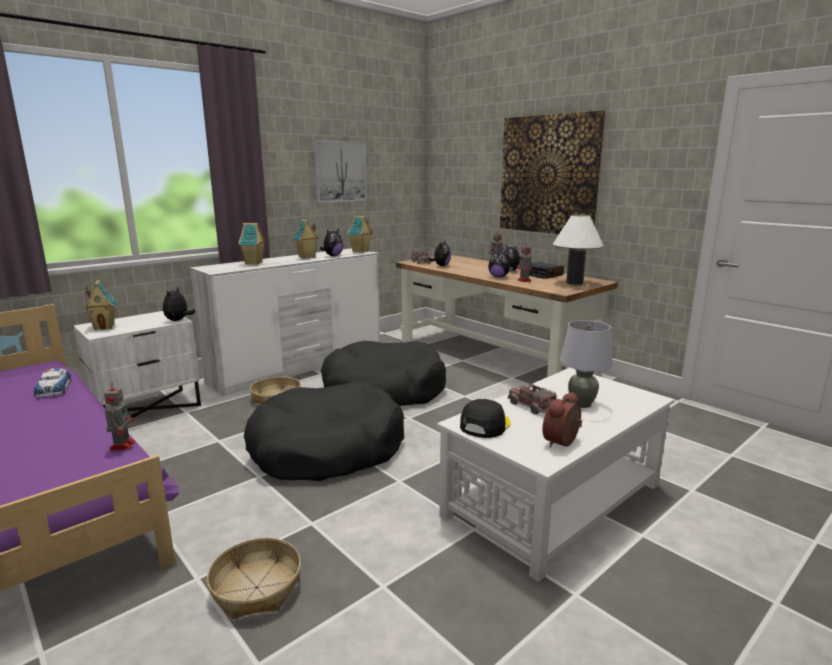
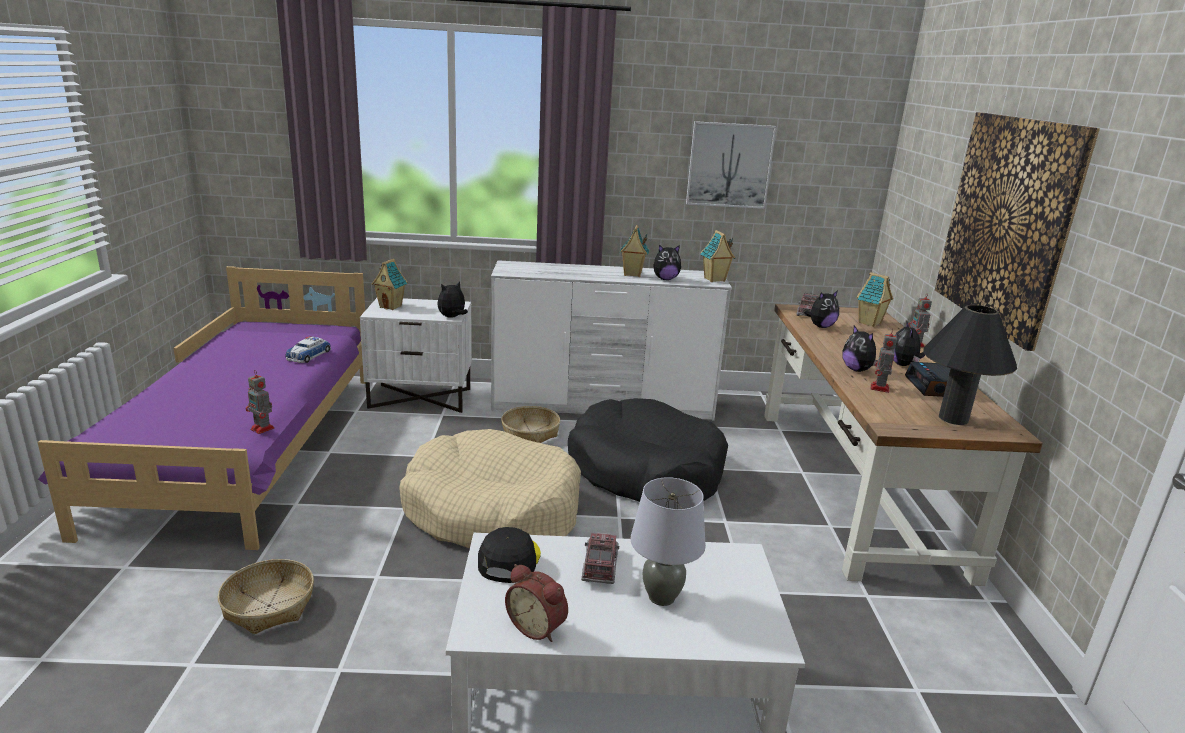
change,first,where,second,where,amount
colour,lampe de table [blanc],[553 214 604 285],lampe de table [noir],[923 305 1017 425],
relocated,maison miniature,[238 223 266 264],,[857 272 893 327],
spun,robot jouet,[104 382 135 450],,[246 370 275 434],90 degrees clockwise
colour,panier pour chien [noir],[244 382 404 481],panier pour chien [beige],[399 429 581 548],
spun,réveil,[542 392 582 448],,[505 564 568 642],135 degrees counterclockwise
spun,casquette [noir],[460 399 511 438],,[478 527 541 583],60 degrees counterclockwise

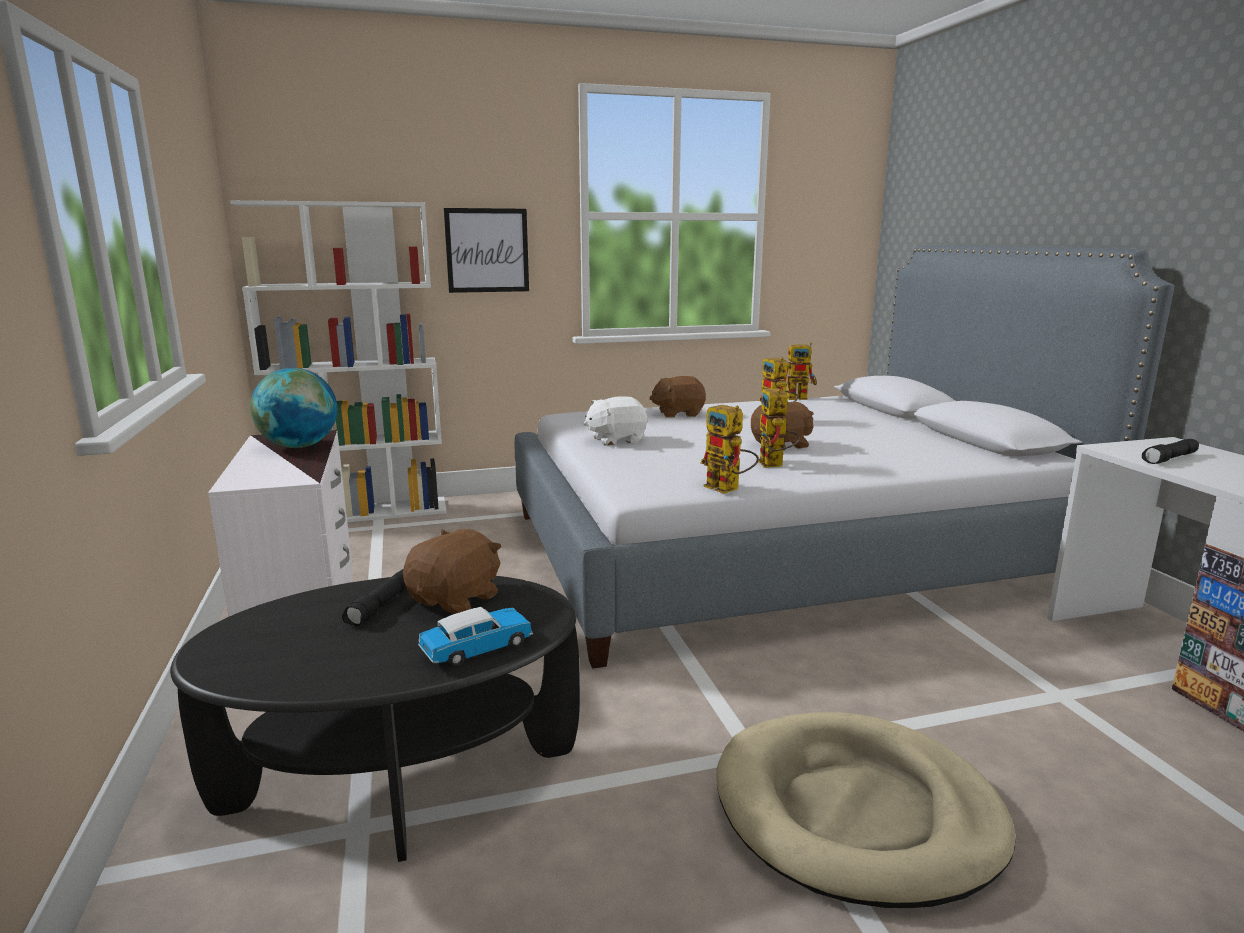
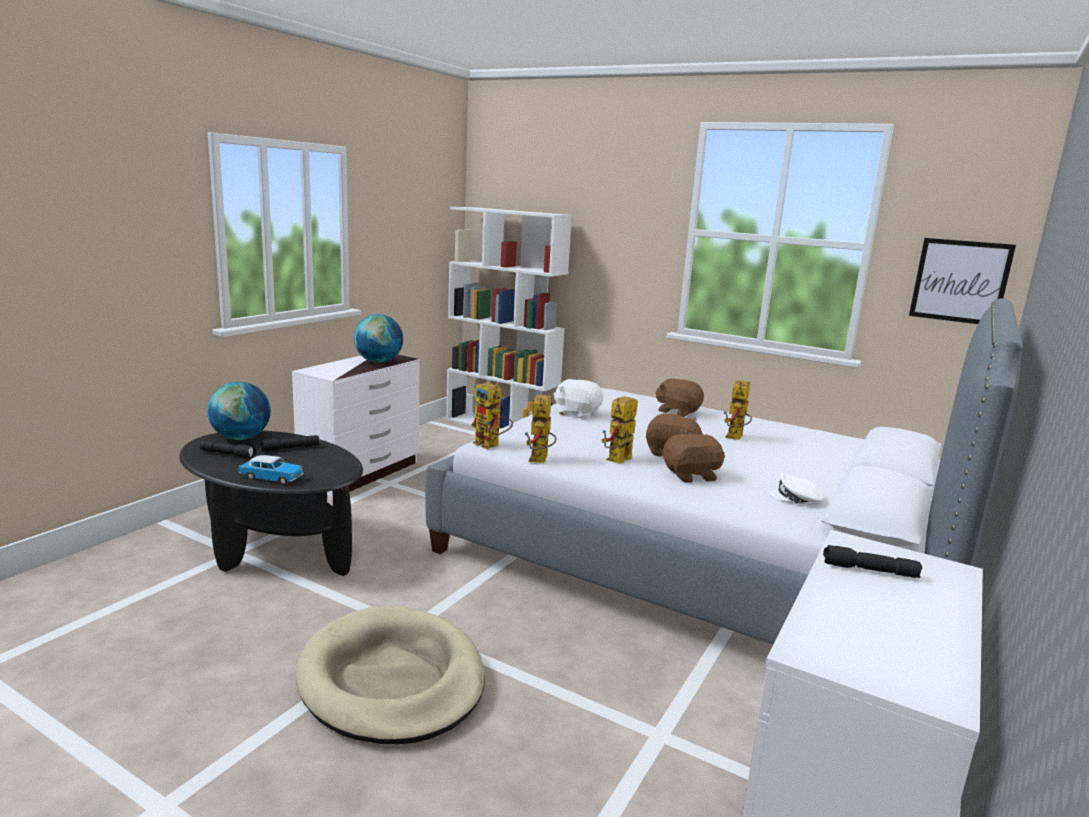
change,first,where,second,where,amount
relocated,tableau,[444 208 529 293],,[909 238 1016 324],
relocated,robot jouet,[783 342 817 400],,[471 383 513 449],
relocated,peluche [marron],[403 529 501 614],,[663 433 725 483],
appeared,,,globe,[207 382 271 440],
appeared,,,lampe de poche [noir],[200 440 257 458],
appeared,,,casquette [blanc],[770 473 824 504],

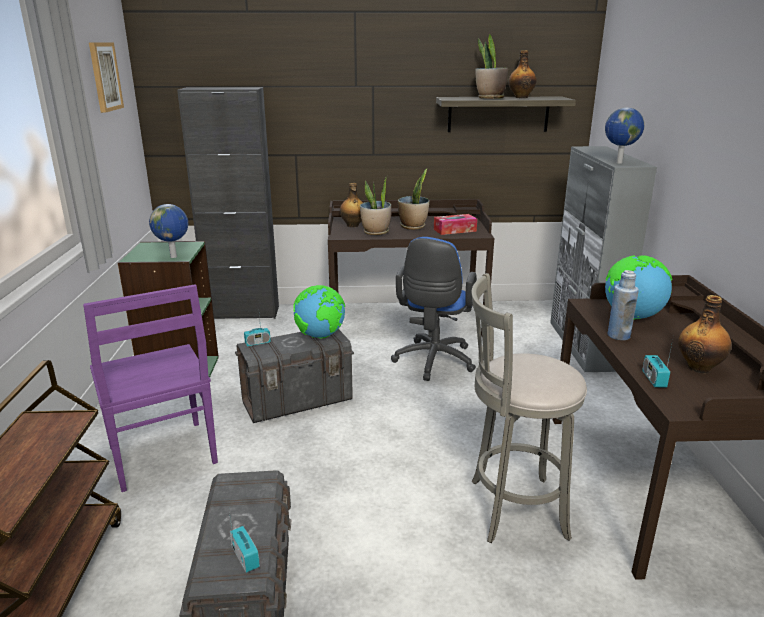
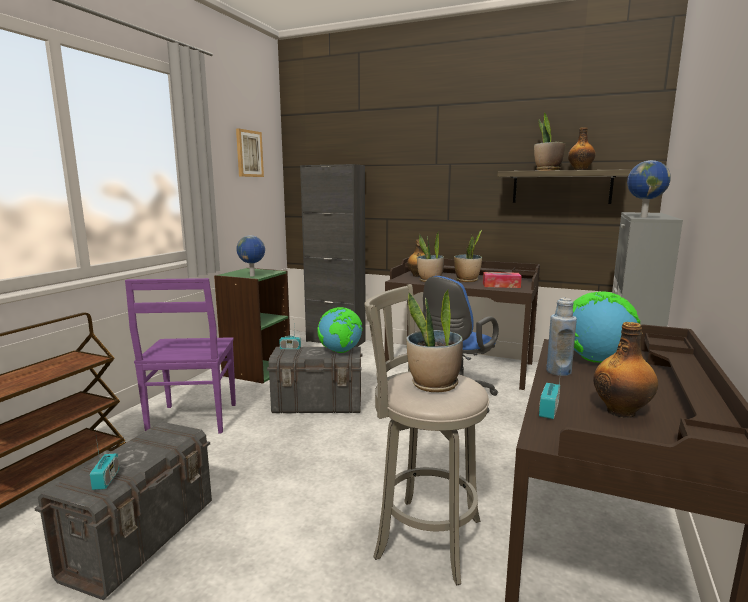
change,first,where,second,where,amount
appeared,,,plante en pot,[406 290 463 392],

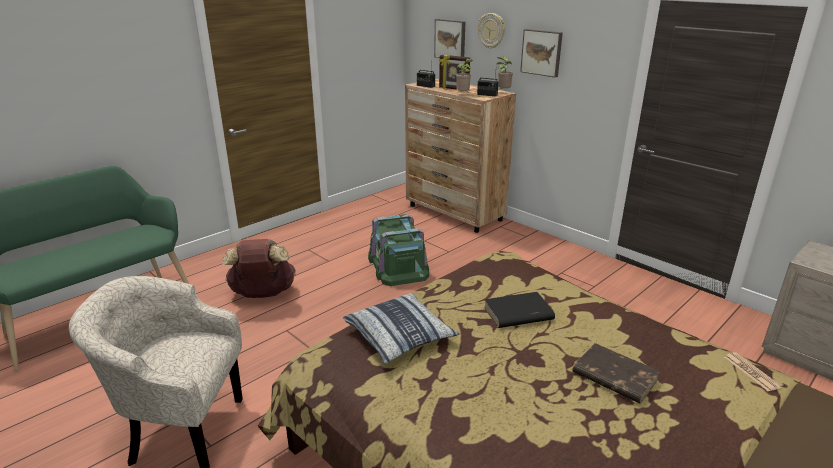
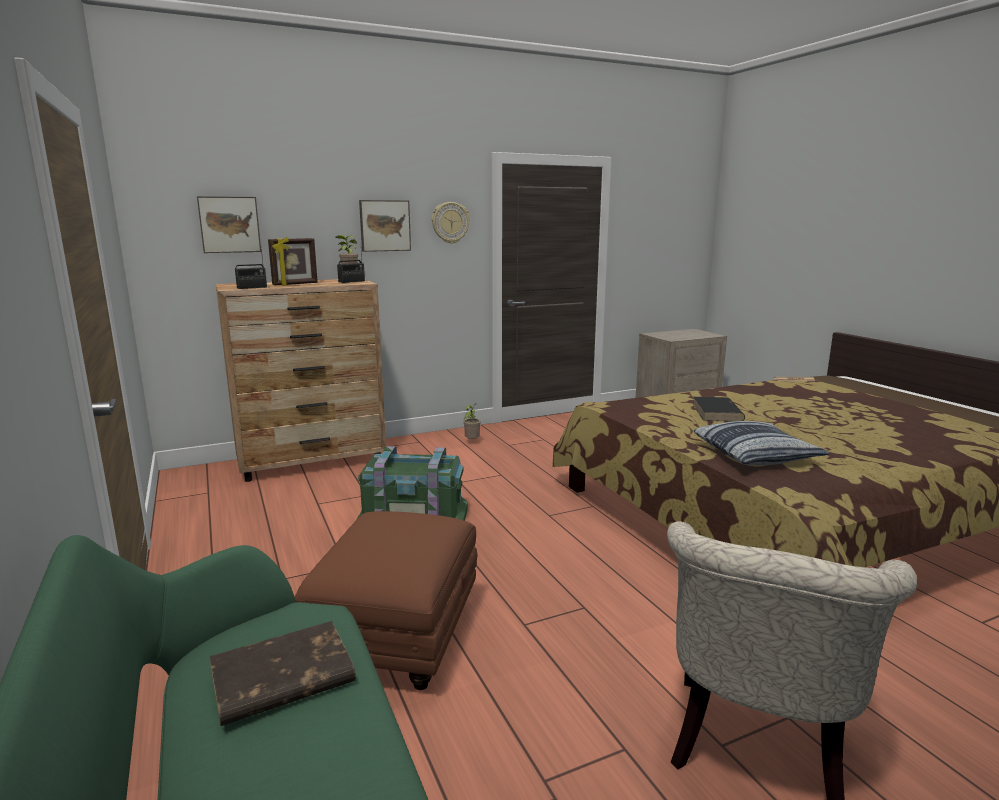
change,first,where,second,where,amount
relocated,horloge murale,[478 13 505 49],,[432 202 470 244],
relocated,plante en pot,[456 59 473 93],,[463 403 481 439],
exchanged,sac à dos [marron],[223 239 296 298],pouf [marron],[295 511 477 690],
relocated,livre [marron],[572 343 660 404],,[209 621 356 726],

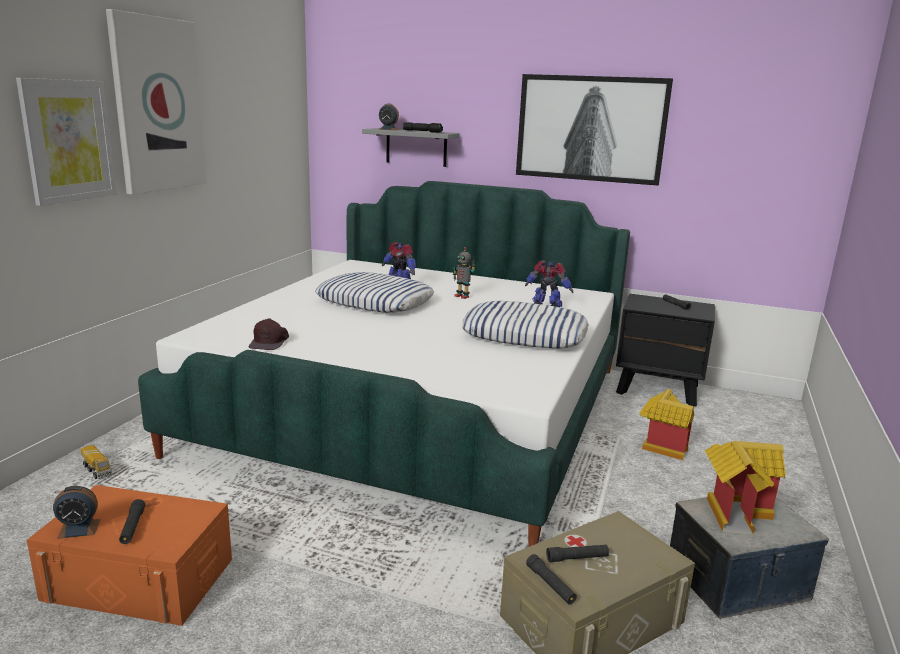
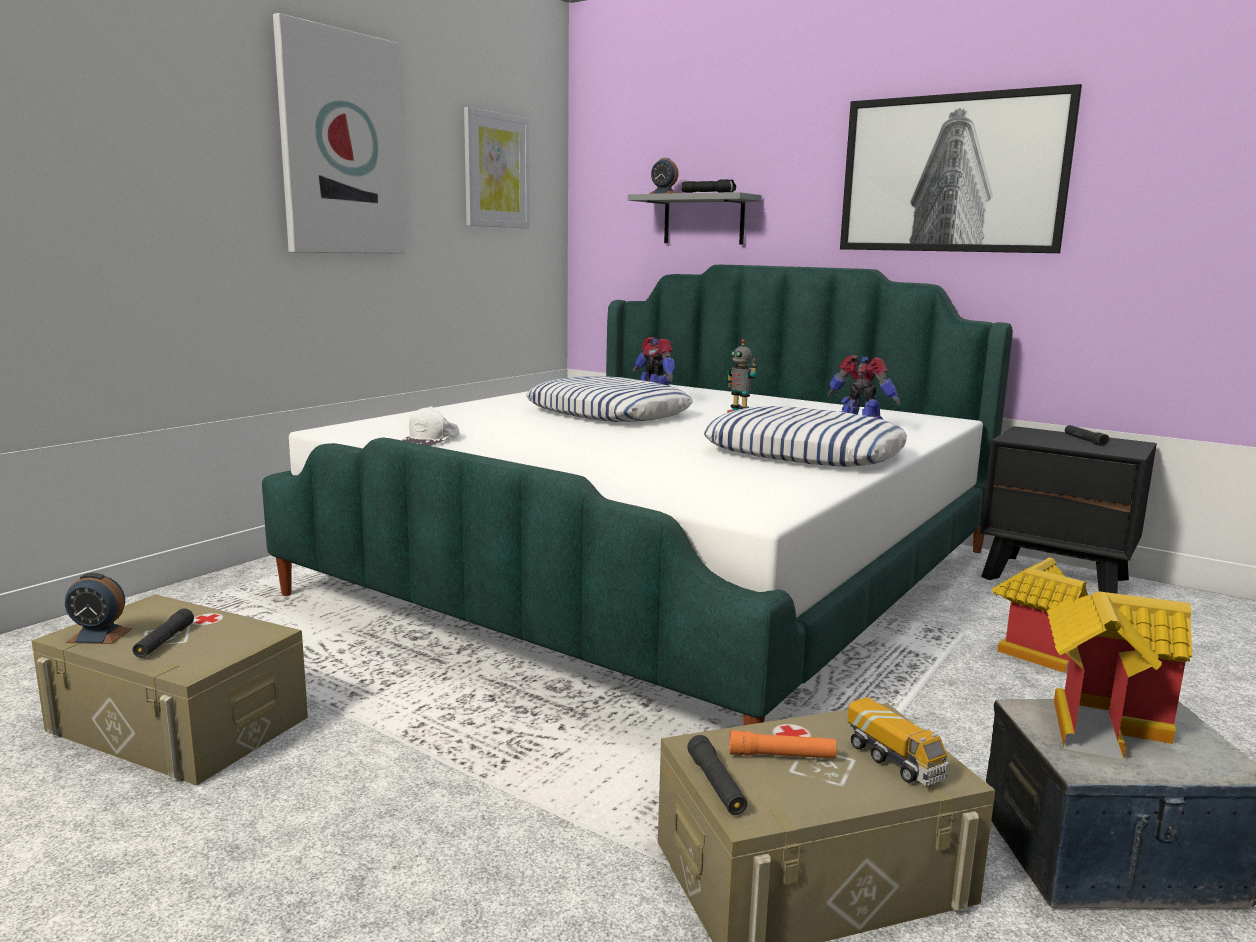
change,first,where,second,where,amount
relocated,tableau,[16 78 117 206],,[464 107 530 228],
colour,casquette [marron],[249 318 289 350],casquette [blanc],[402 406 460 446],
relocated,camion jouet,[81 445 112 479],,[847 697 949 786],
colour,boîte de rangement [orange],[27 485 232 626],boîte de rangement [beige],[32 594 308 786],
colour,lampe de poche [noir],[546 545 609 562],lampe de poche [orange],[730 730 837 759],

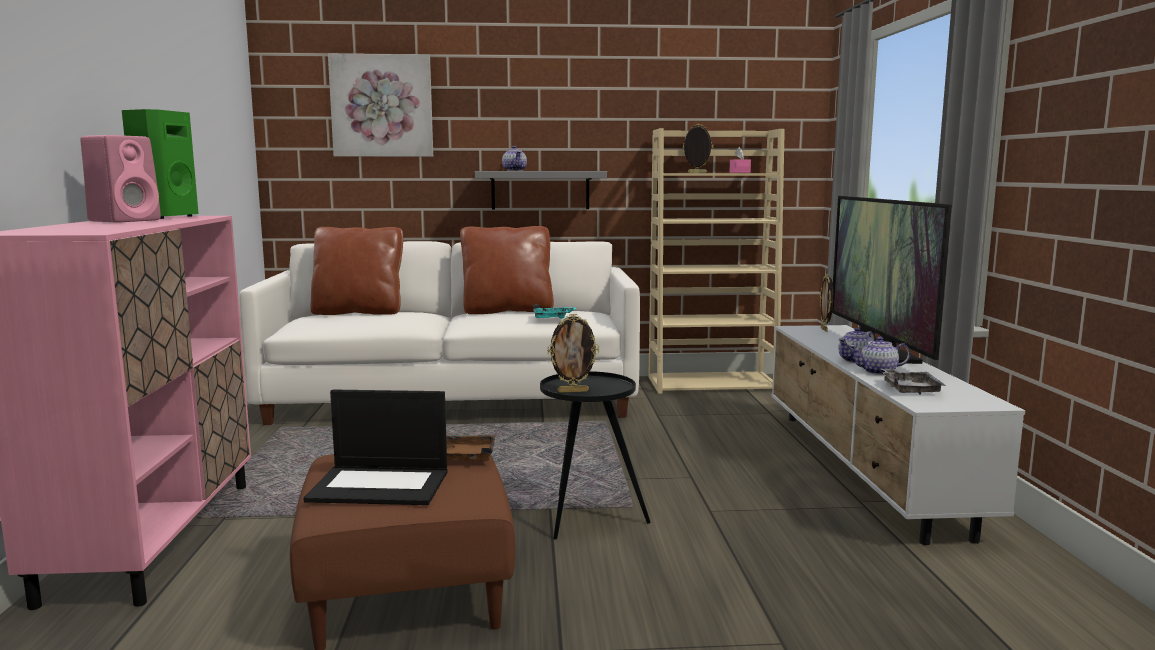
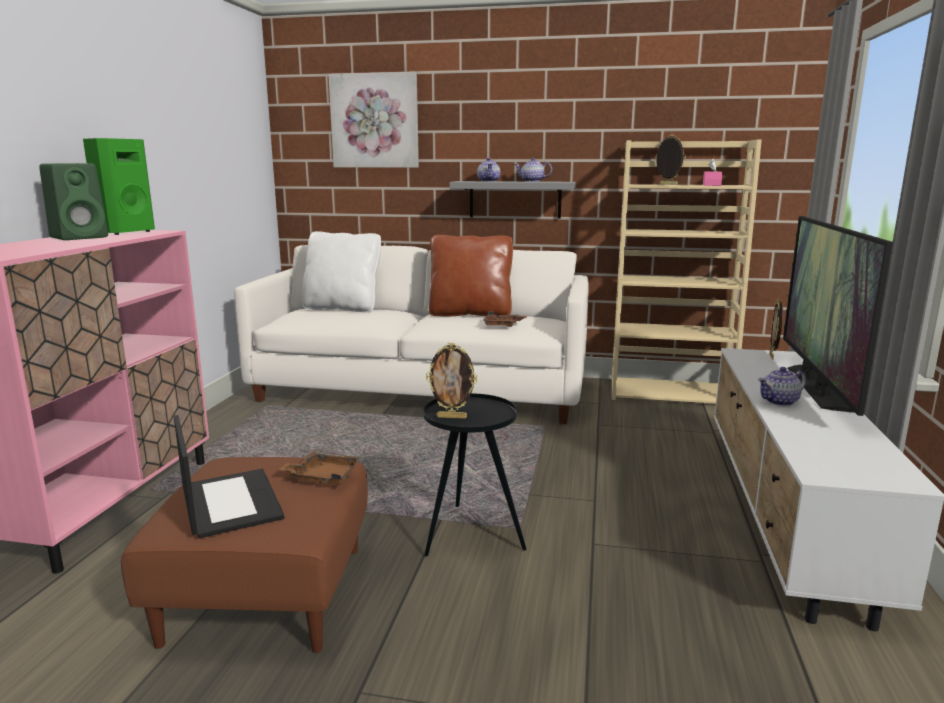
change,first,where,second,where,amount
colour,enceinte [rose],[80 135 161 223],enceinte [vert],[39 163 108 240],
colour,coussin [marron],[310 227 403 315],coussin [blanc],[303 231 381 312],
colour,plateau [turquoise],[533 305 576 318],plateau [marron],[482 311 527 327],
relocated,théière,[850 337 910 375],,[514 158 552 182],
missing,plateau [gris],[882 369 946 395],,,
spun,ordinateur portable,[303 389 447 505],,[174 415 285 538],135 degrees counterclockwise

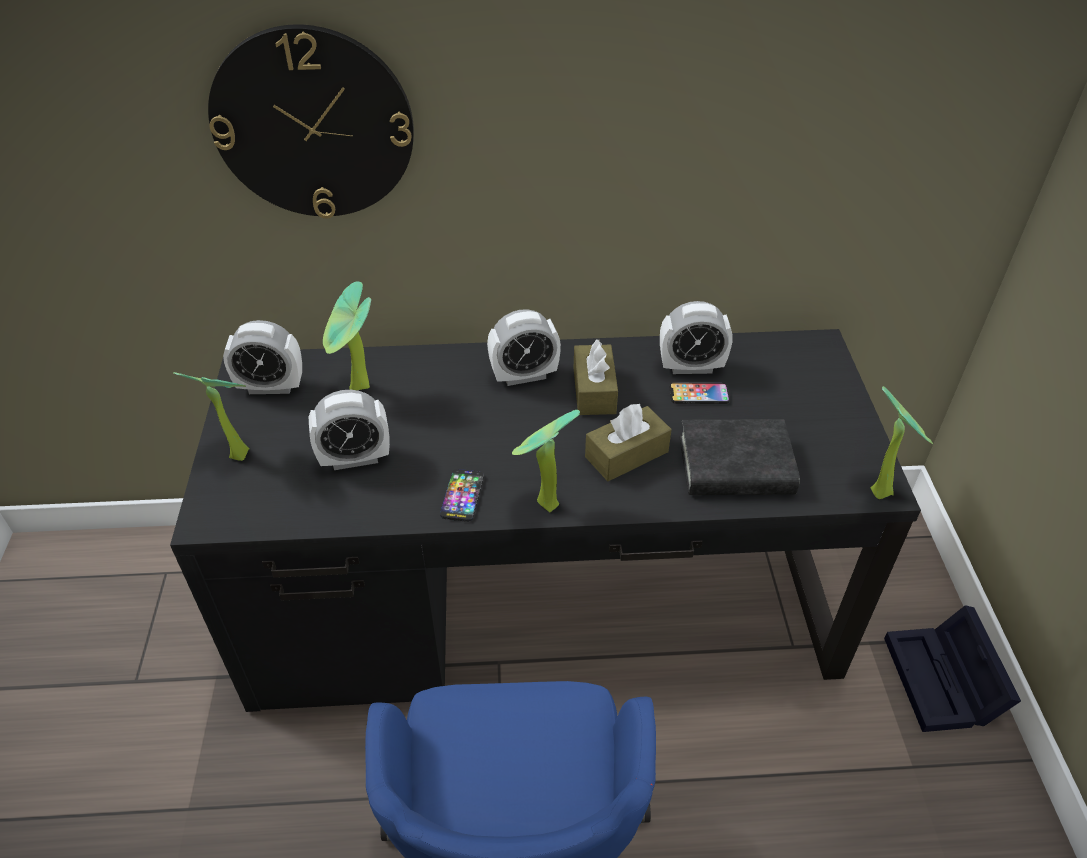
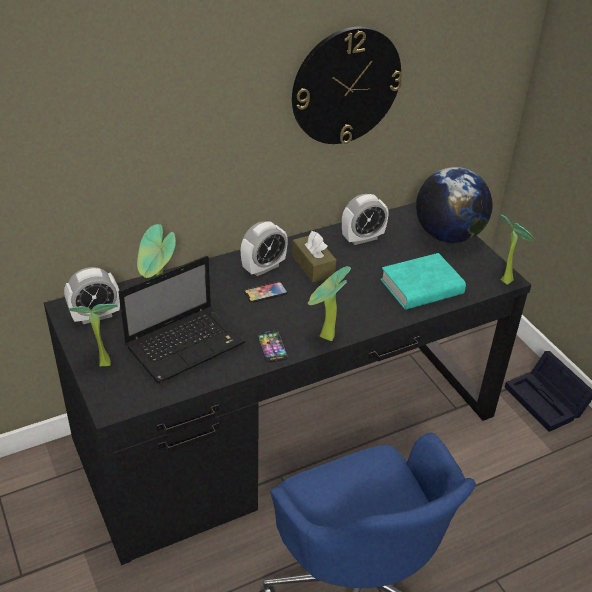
change,first,where,second,where,amount
relocated,horloge murale,[208 24 414 219],,[292 27 402 144],
relocated,téléphone,[670 383 730 404],,[244 282 287 303],
exchanged,réveil,[309 390 390 470],ordinateur portable,[118 255 246 383],
missing,boîte à mouchoirs [marron],[585 403 672 481],,,
colour,livre [noir],[680 419 800 495],livre [turquoise],[381 253 466 310],
appeared,,,globe,[416 167 493 243],

